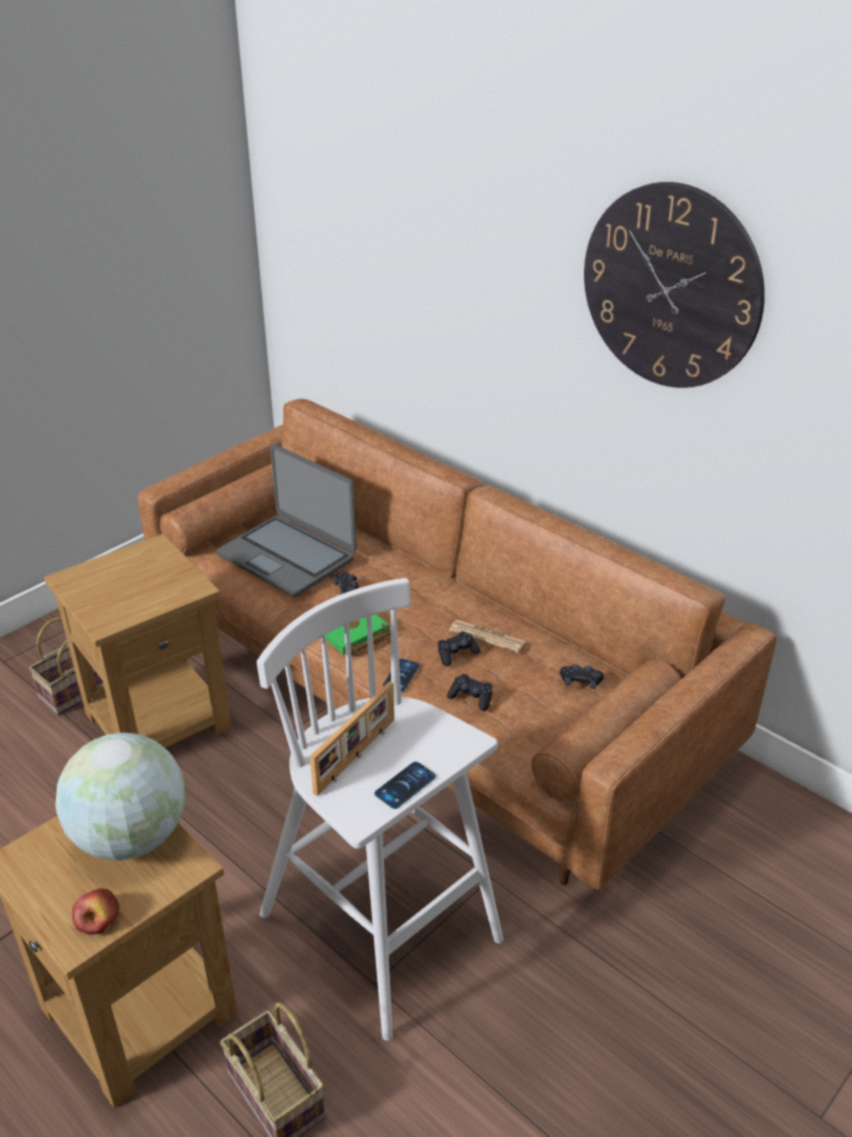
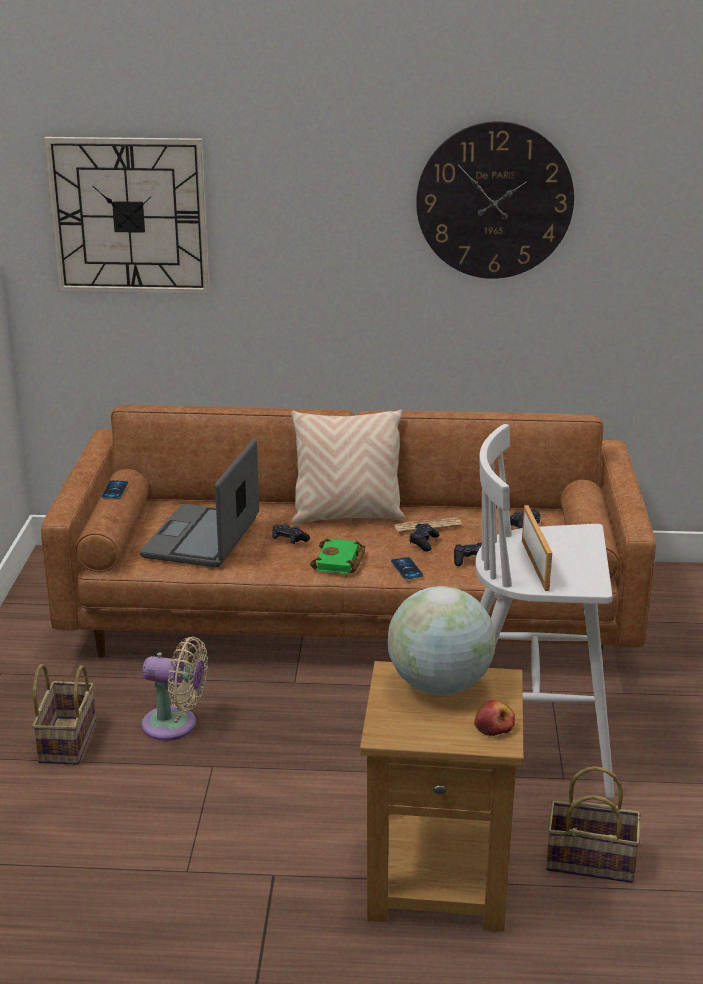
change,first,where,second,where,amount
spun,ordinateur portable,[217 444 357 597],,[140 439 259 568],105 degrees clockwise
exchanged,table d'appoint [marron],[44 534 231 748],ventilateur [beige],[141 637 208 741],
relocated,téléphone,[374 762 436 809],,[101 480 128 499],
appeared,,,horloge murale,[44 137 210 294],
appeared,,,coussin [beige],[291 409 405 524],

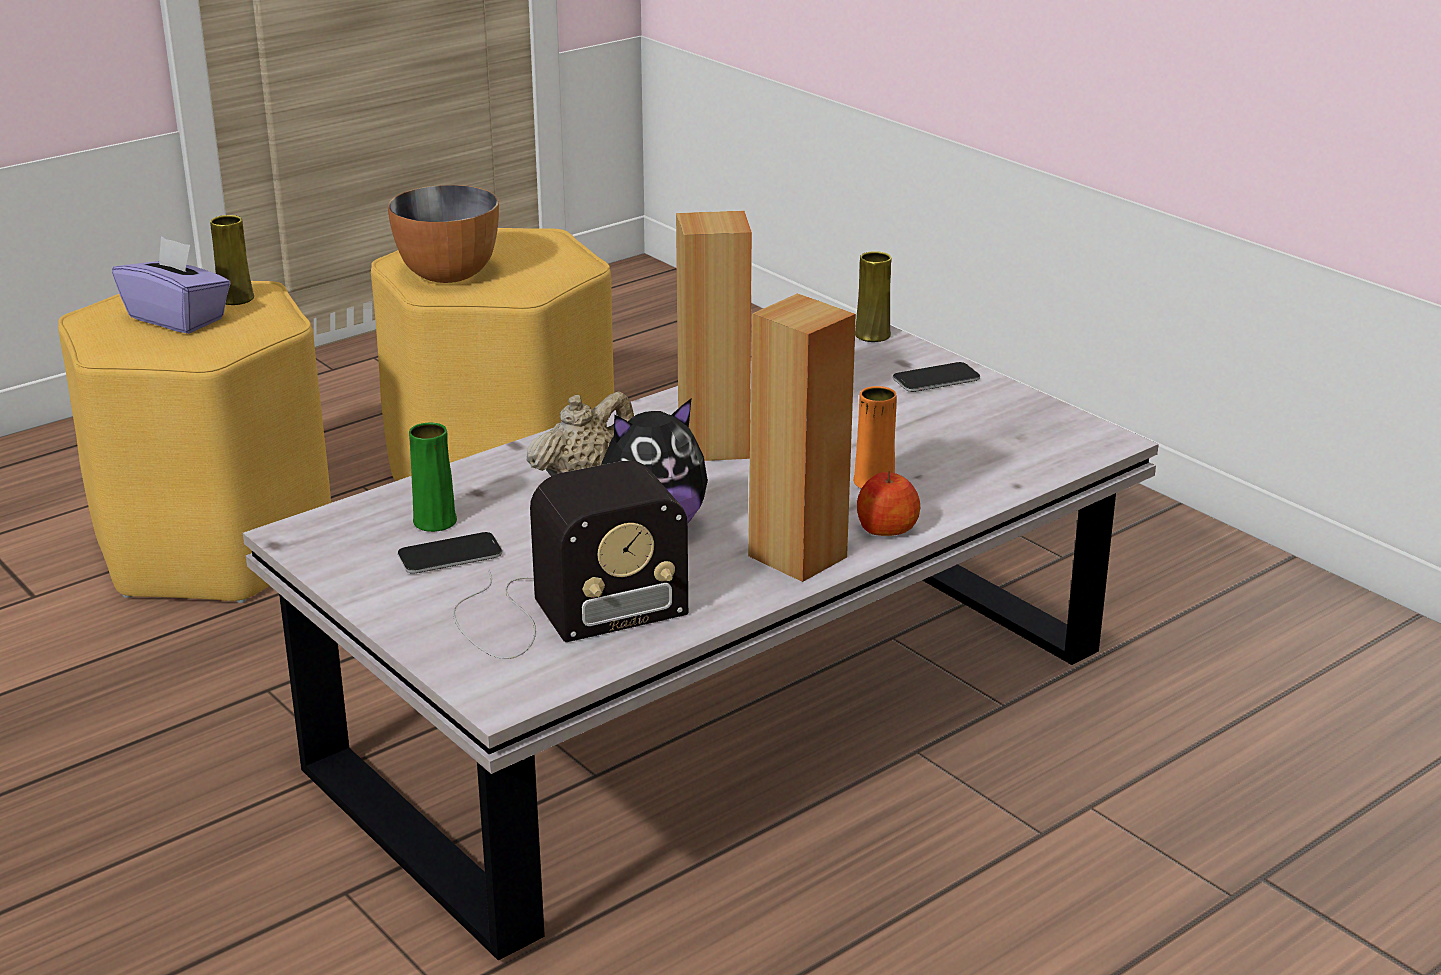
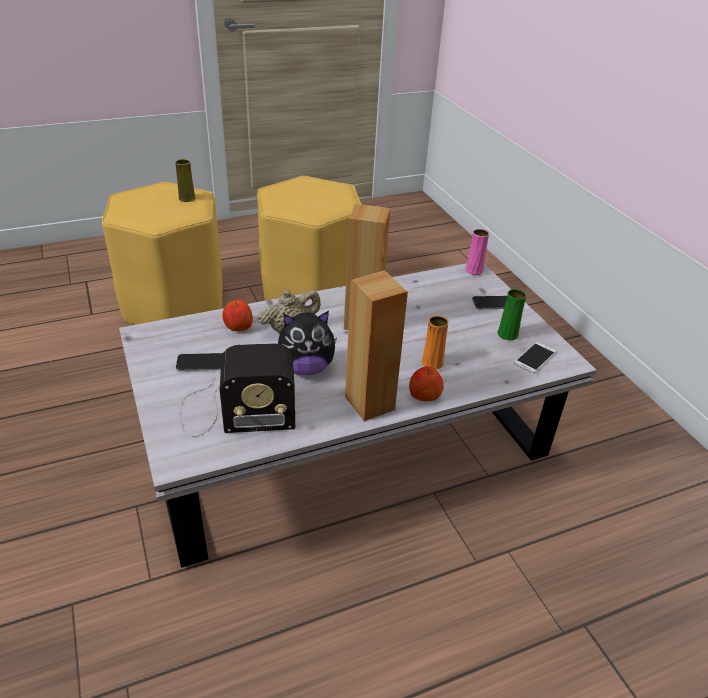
change,first,where,second,where,amount
missing,bol,[388 185 499 283],,,
missing,boîte à mouchoirs [violet],[112 236 231 334],,,
colour,vase [jaune],[855 251 891 342],vase [rose],[466 229 489 275],
relocated,vase [vert],[409 423 457 532],,[497 289 526 340],
appeared,,,pomme,[222 300 253 331],
appeared,,,téléphone,[514 342 556 373],

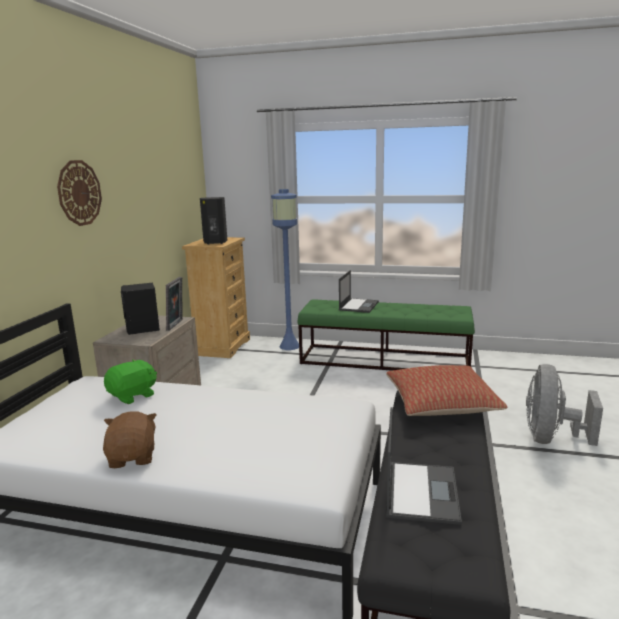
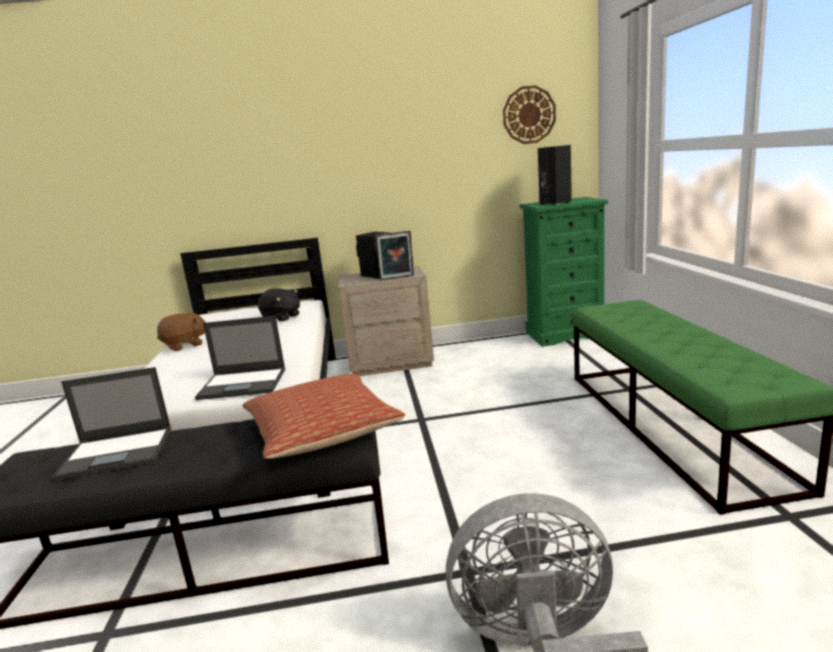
change,first,where,second,where,amount
relocated,horloge murale,[57 160 102 226],,[503 85 556 144],
missing,lampadaire [bleu],[271 189 299 350],,,
colour,commode [beige],[182 237 250 358],commode [vert],[520 197 608 347],
relocated,ordinateur portable,[339 270 379 313],,[195 316 285 400],
colour,peluche [vert],[104 359 157 404],peluche [noir],[258 288 300 321],

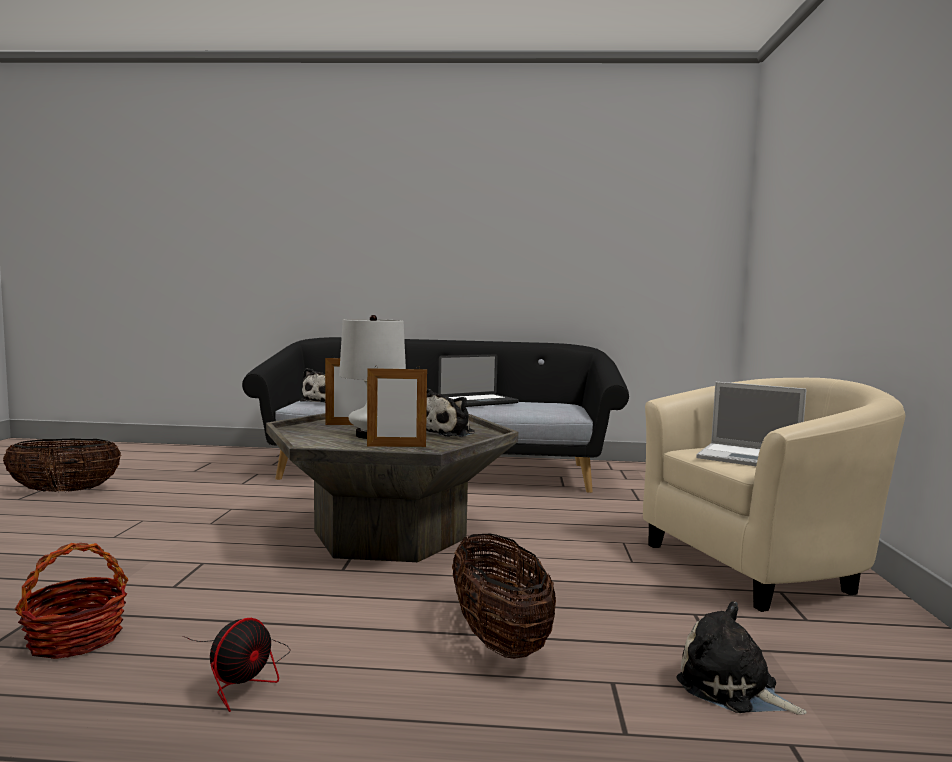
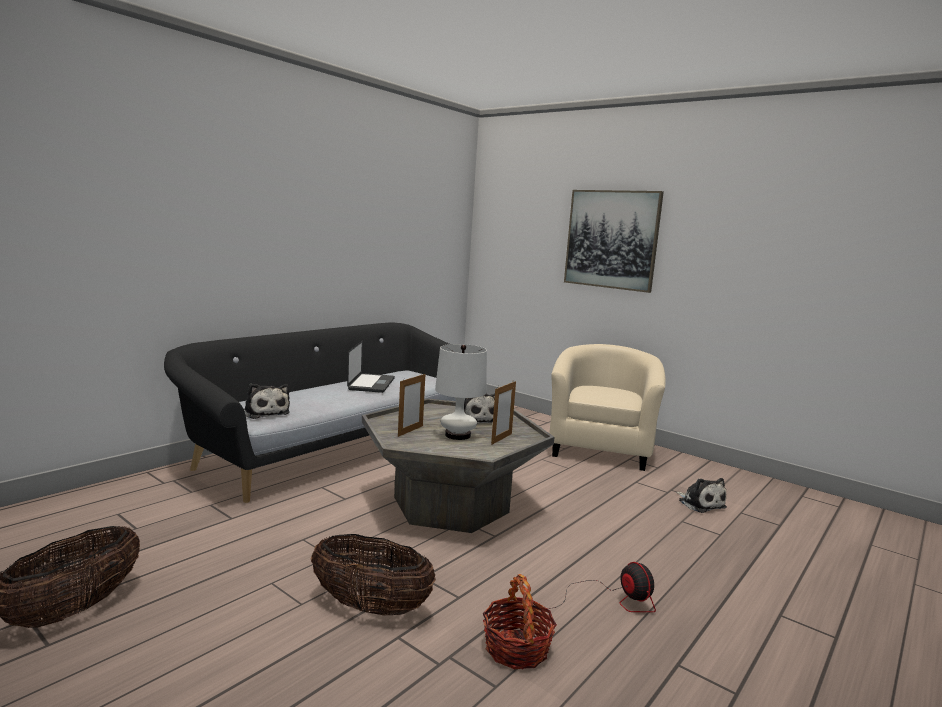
change,first,where,second,where,amount
missing,ordinateur portable,[696 382 806 466],,,
relocated,panier,[452 534 556 659],,[311 534 436 615],
spun,peluche,[676 602 807 715],,[676 478 727 513],105 degrees counterclockwise
appeared,,,tableau,[564 190 664 293],

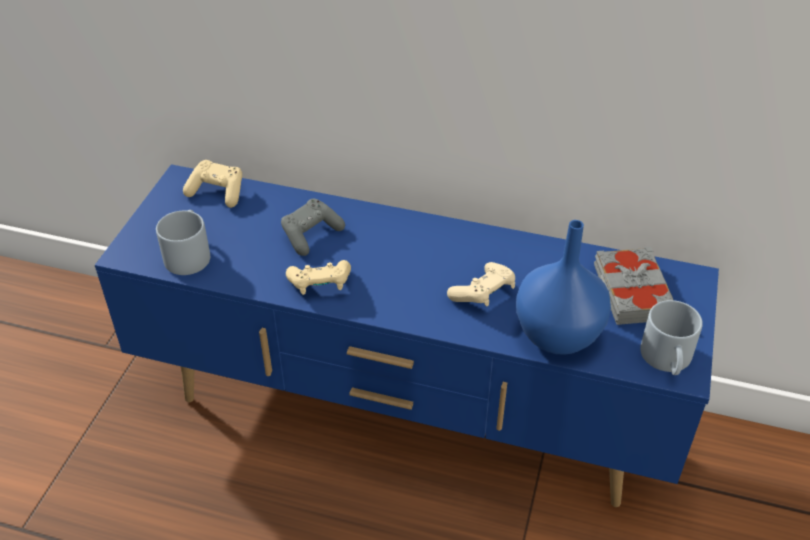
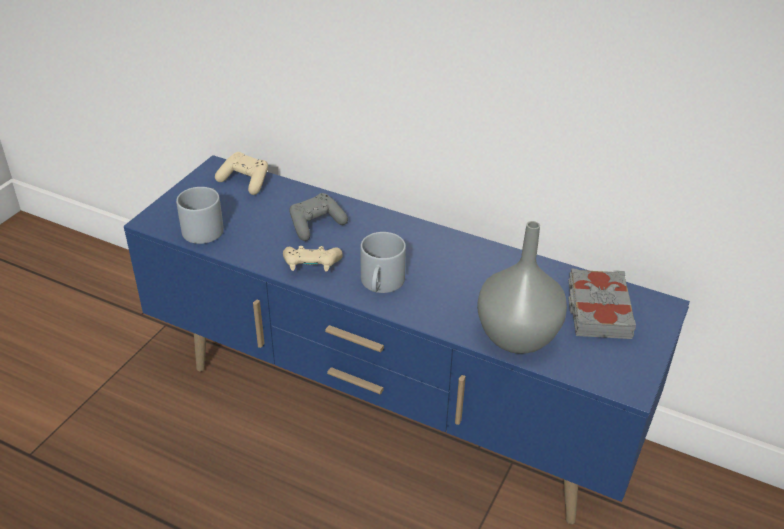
change,first,where,second,where,amount
colour,vase [bleu],[516 220 611 355],vase [gris],[477 221 567 354],
missing,manette [beige],[447 262 515 306],,,
relocated,mug [gris],[640 300 703 375],,[360 232 406 293],

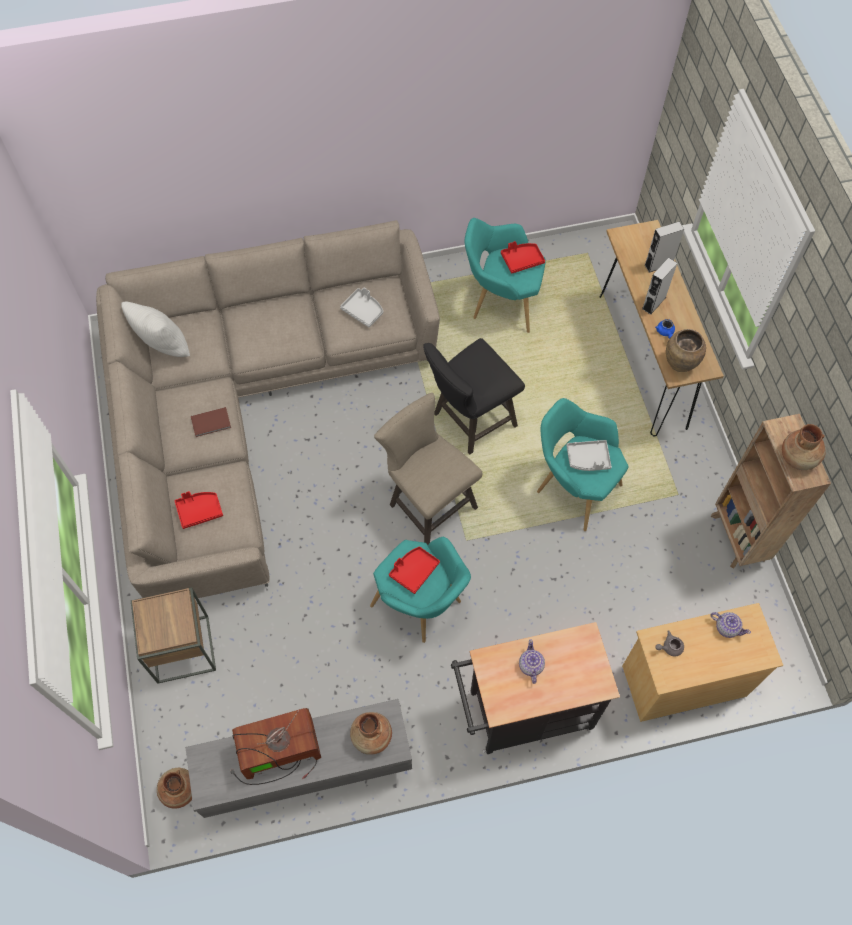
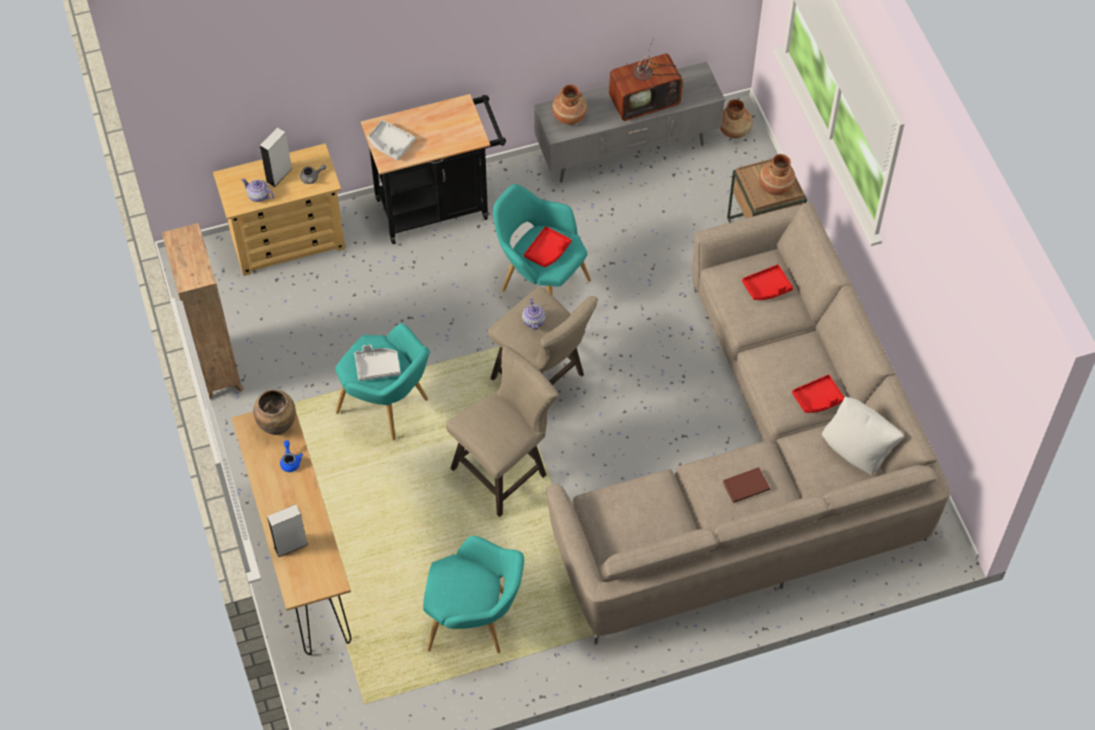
change,first,where,second,where,amount
relocated,plateau [rouge],[501 241 545 273],,[792 375 844 413],
relocated,enceinte [gris],[642 257 677 315],,[260 128 293 187],
relocated,plateau [gris],[340 287 384 327],,[368 120 415 160],
colour,tabouret [noir],[423 338 525 454],tabouret [beige],[446 345 559 517],
relocated,livre [marron],[191 407 231 437],,[723 467 770 503],
relocated,vase [marron],[782 424 826 470],,[759 154 795 195],
relocated,théière,[519 639 545 684],,[522 298 545 330],

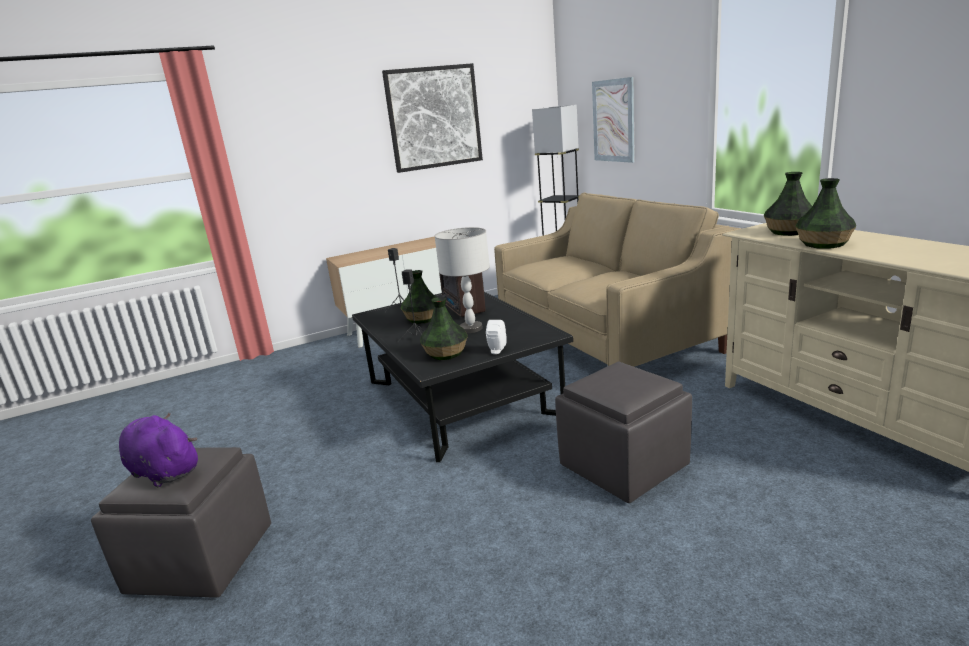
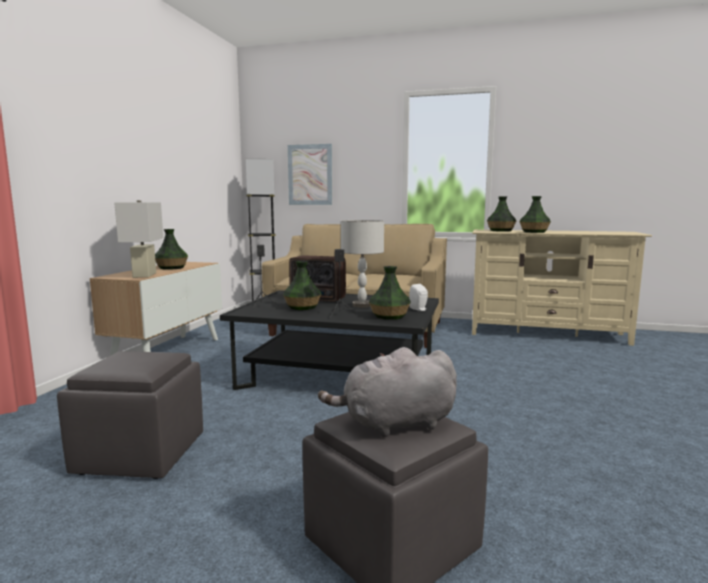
change,first,where,second,where,amount
missing,tableau,[382 63 483 173],,,
relocated,pouf [gris],[555 362 692 503],,[57 351 203 479],
colour,peluche [violet],[119 412 198 487],peluche [gris],[318 347 457 437],
appeared,,,lampe de table [blanc],[114 200 163 278],
appeared,,,vase,[155 229 188 270],

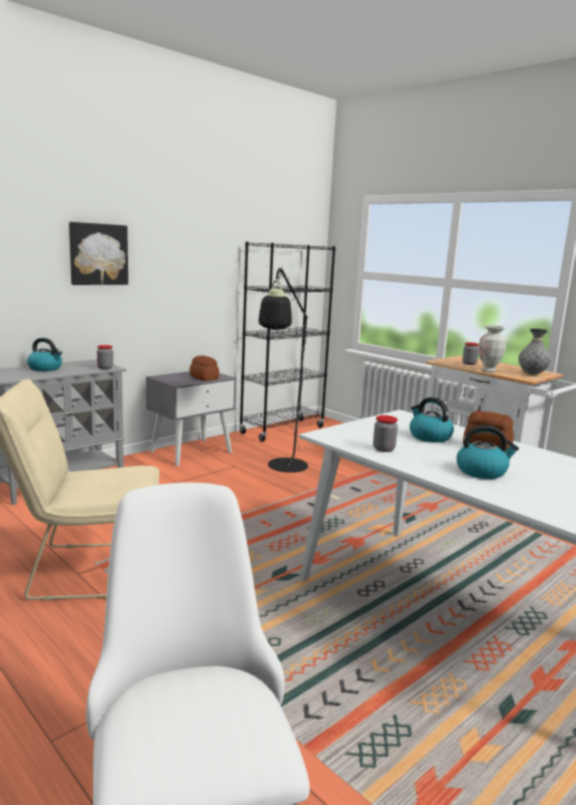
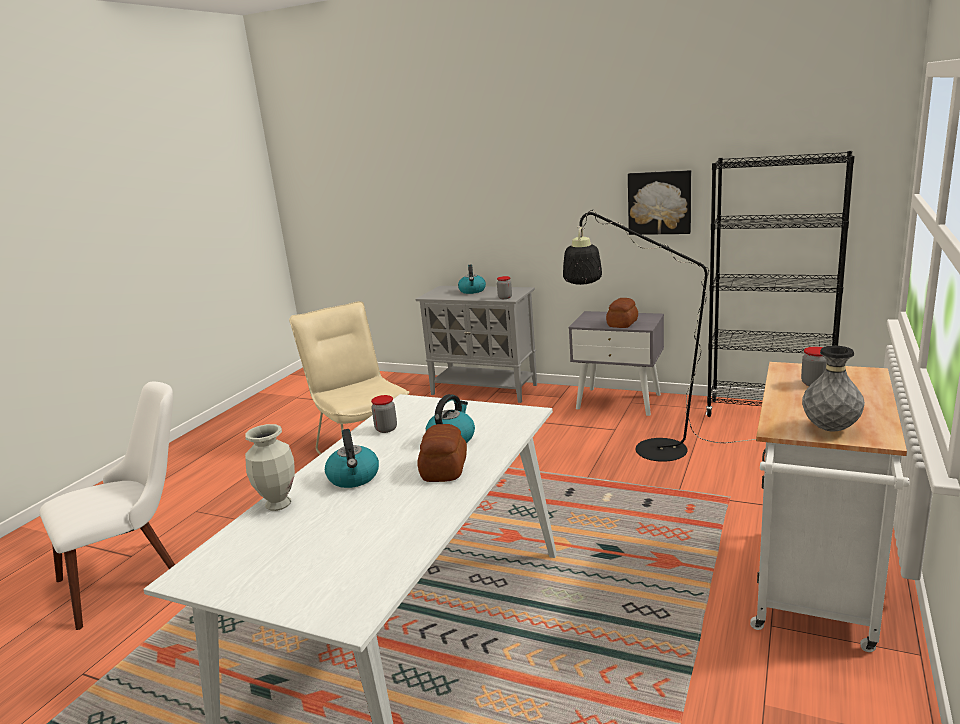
change,first,where,second,where,amount
relocated,tableau,[69 222 128 285],,[628 170 691 235],
relocated,vase,[479 325 506 372],,[245 424 295 511],

